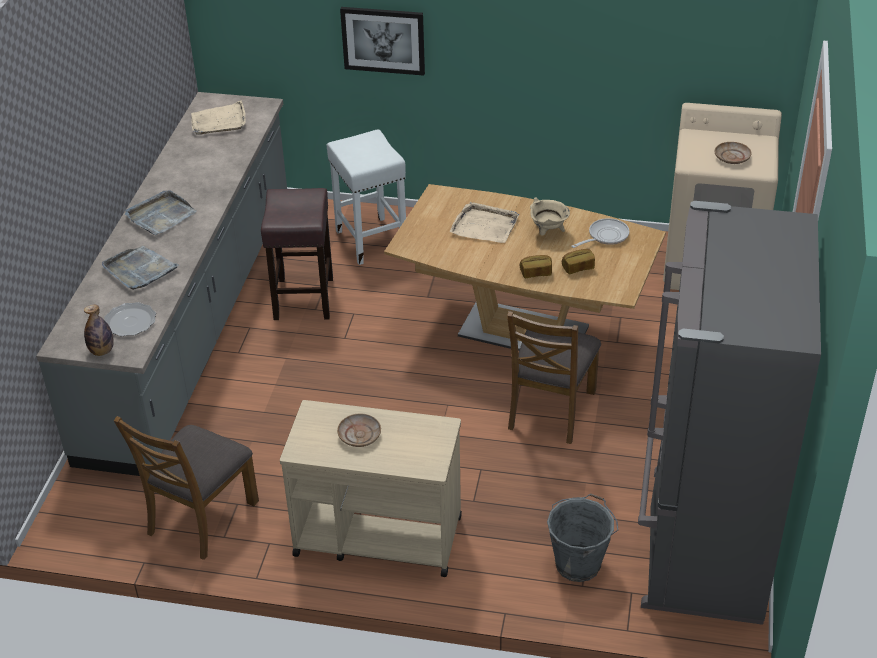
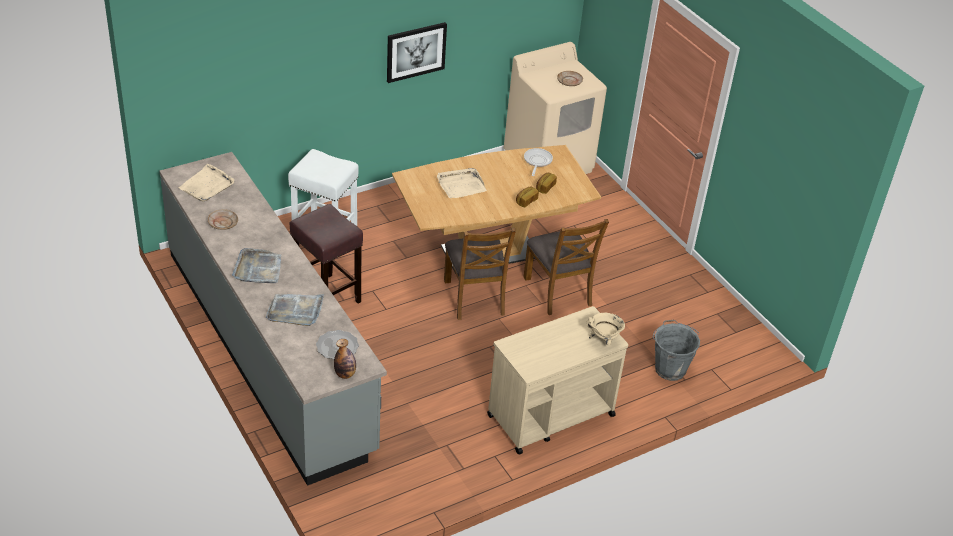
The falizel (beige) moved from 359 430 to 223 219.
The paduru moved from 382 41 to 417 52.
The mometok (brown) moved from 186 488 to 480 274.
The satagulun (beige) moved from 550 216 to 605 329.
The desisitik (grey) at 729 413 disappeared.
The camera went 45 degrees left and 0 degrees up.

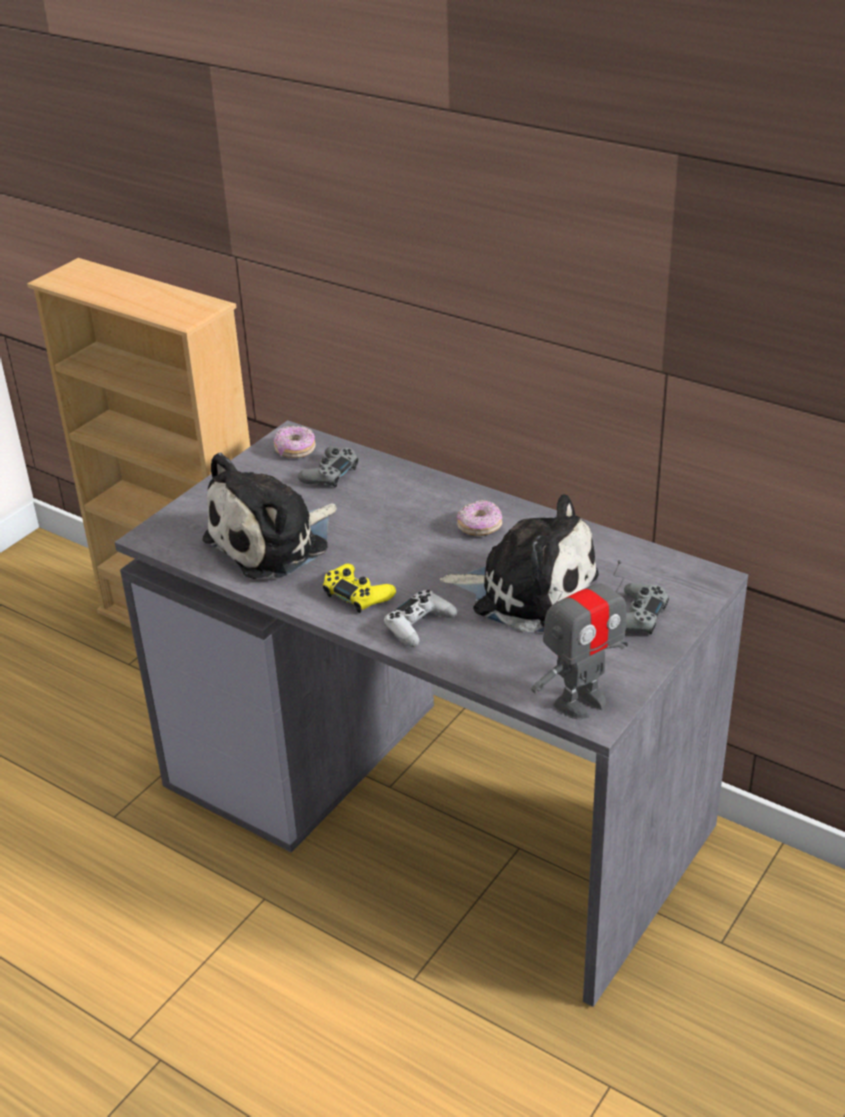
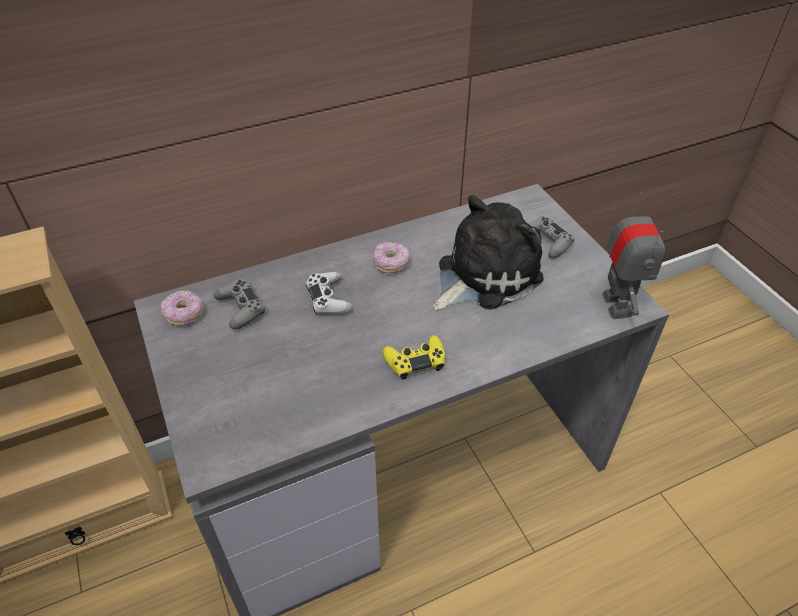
The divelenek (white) moved from 421 618 to 329 293.
The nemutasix at 269 515 disappeared.
The camera went 60 degrees left and 10 degrees up.

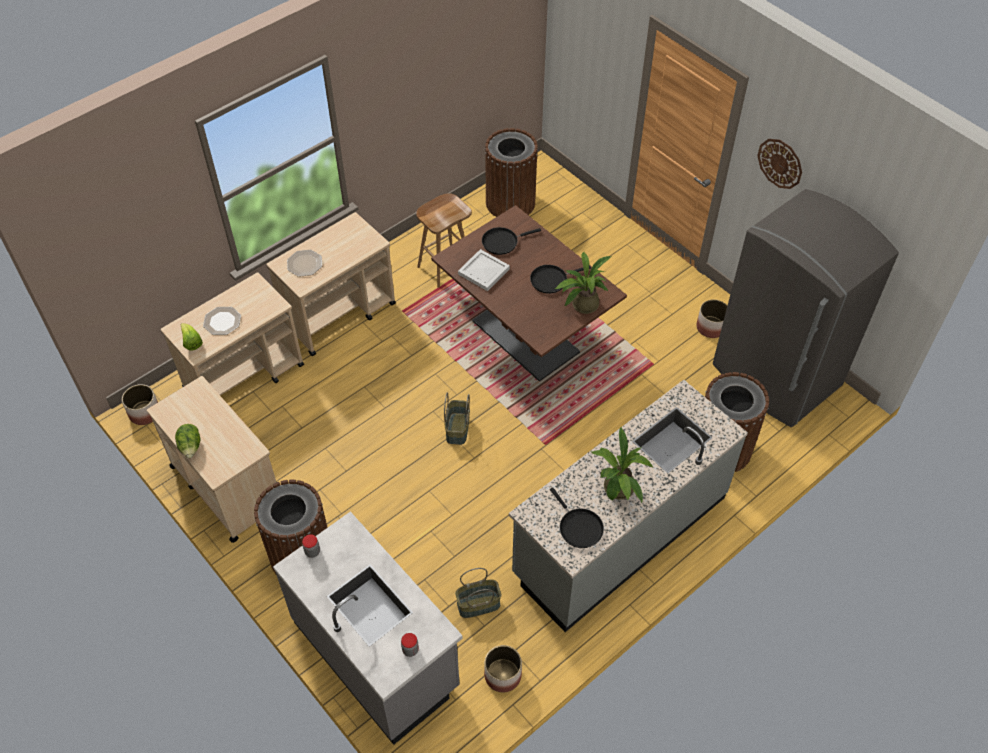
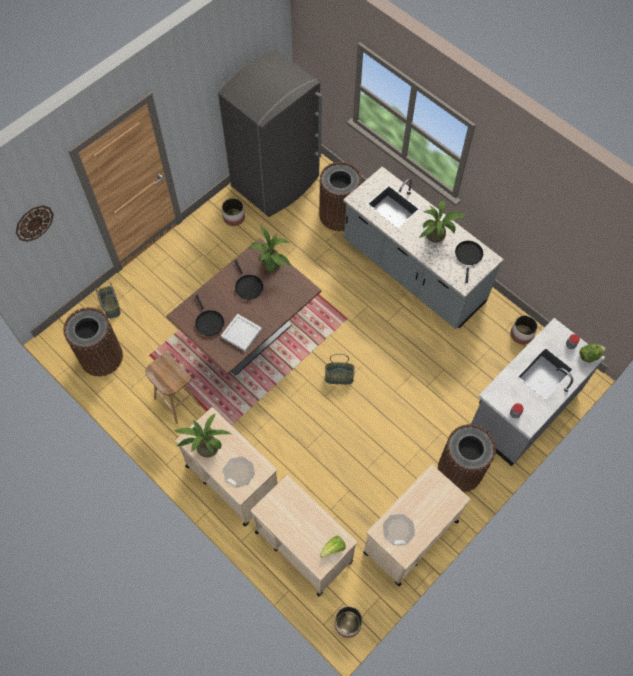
The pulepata moved from 779 164 to 35 223.
The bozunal moved from 478 593 to 108 301.
The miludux at 202 436 appeared.
The falizel moved from 222 321 to 399 529.
The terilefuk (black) at 577 517 turned 45 degrees counterclockwise.
The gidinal moved from 188 441 to 592 353.
The camera went 95 degrees left and 10 degrees up.

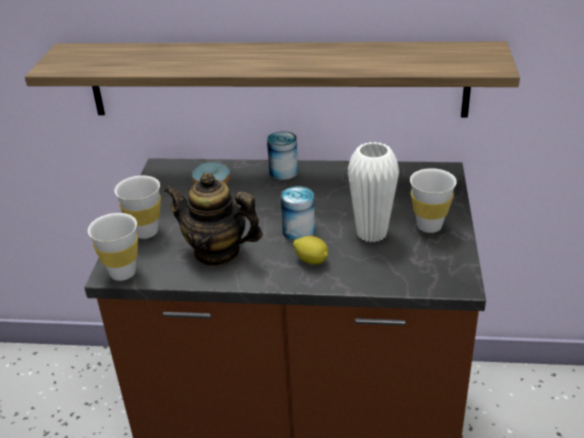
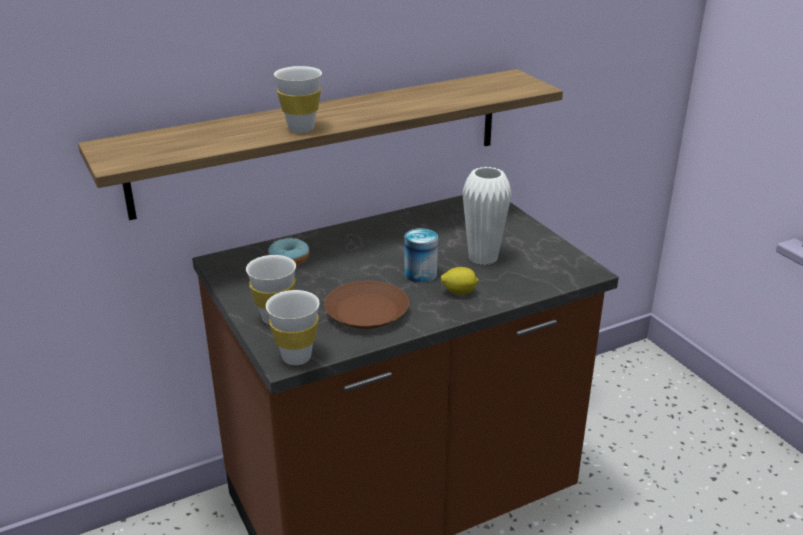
The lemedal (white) moved from 433 200 to 298 99.
The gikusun at 213 219 was replaced by the falizel (brown) at 366 305.
The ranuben at 282 155 disappeared.
The camera went 35 degrees left and 5 degrees down.

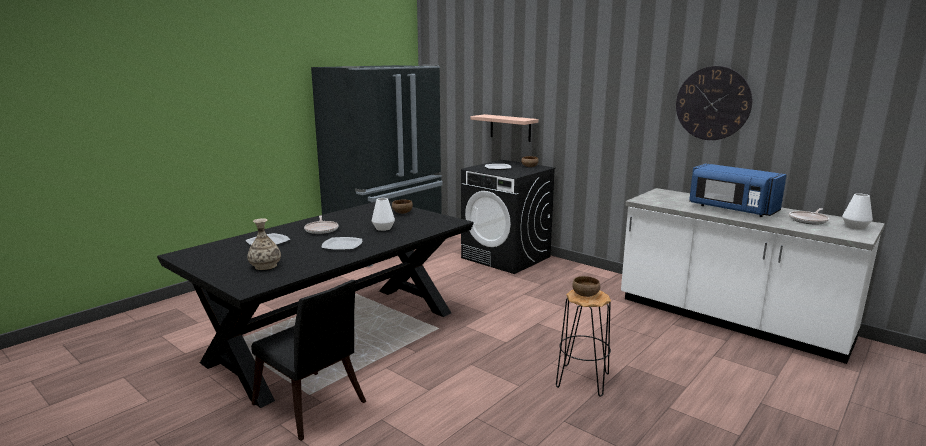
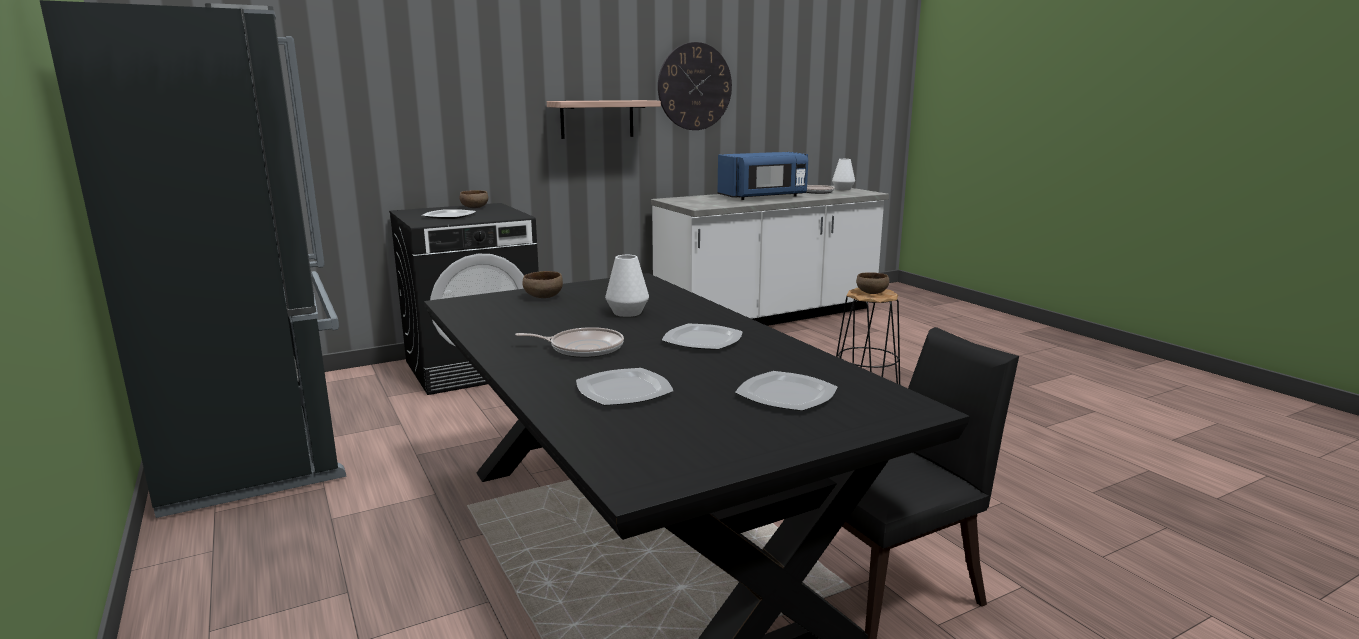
The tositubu moved from 504 128 to 604 119.
The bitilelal at 264 244 was replaced by the falizel at 786 391.
The camera went 70 degrees left and 0 degrees up.

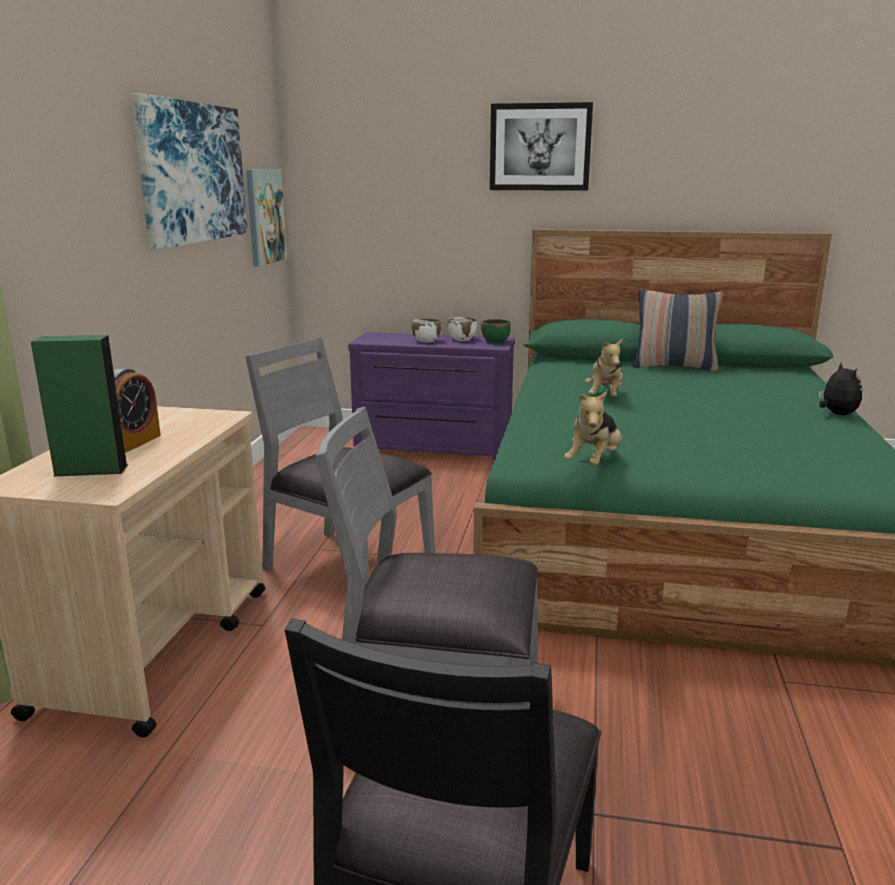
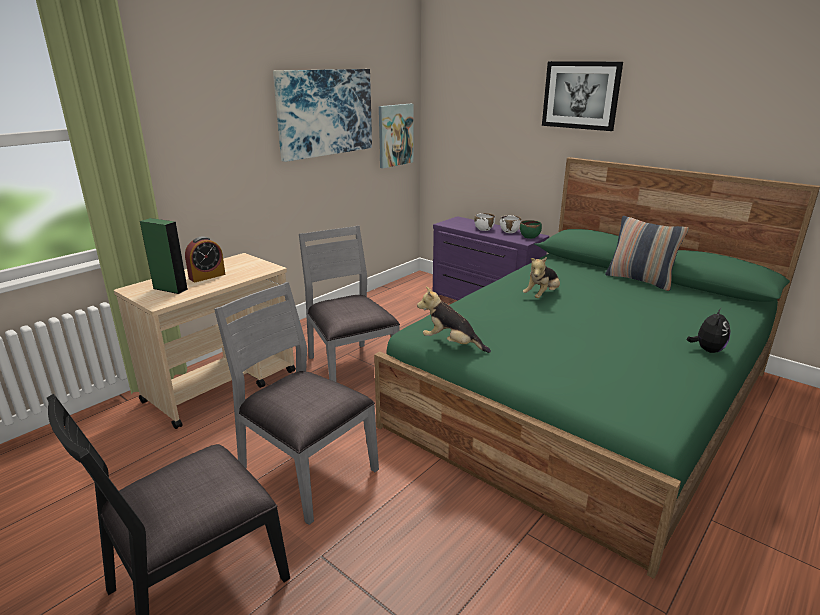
The nemutasix at 593 428 turned 60 degrees clockwise.
The camera went 30 degrees right and 5 degrees up.

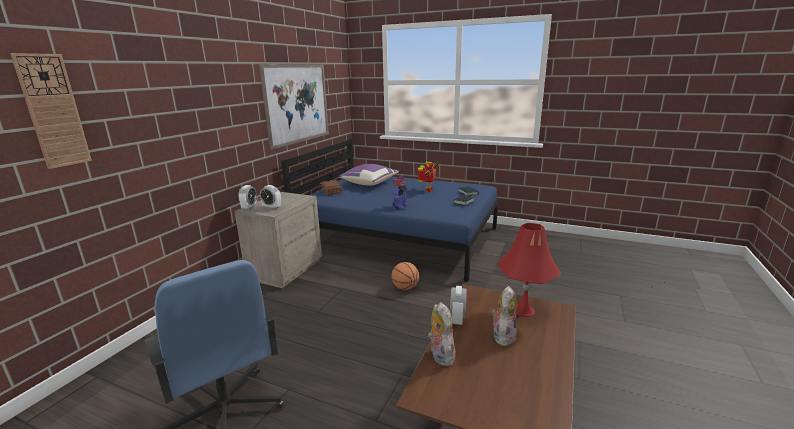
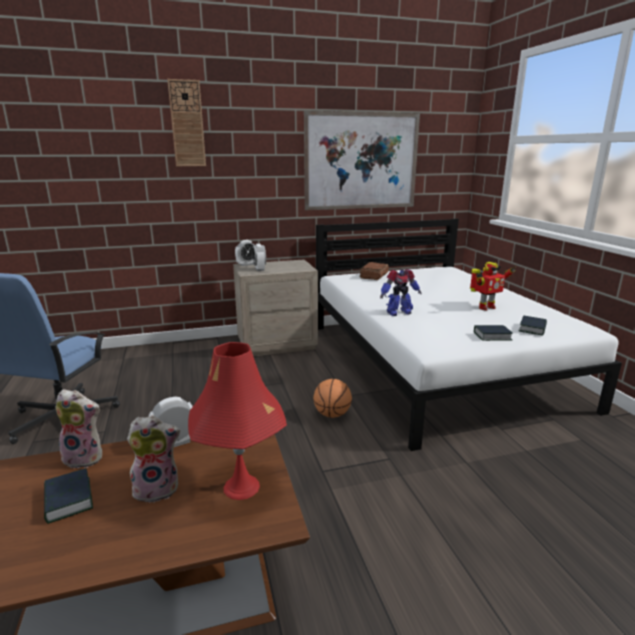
The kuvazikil at 68 496 appeared.
The nemutasix at 441 334 turned 60 degrees clockwise.
The pulepata moved from 51 111 to 186 122.
The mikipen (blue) at 390 210 became the mikipen (white) at 469 335.
The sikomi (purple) at 369 175 disappeared.
The camera went 50 degrees right and 0 degrees up.

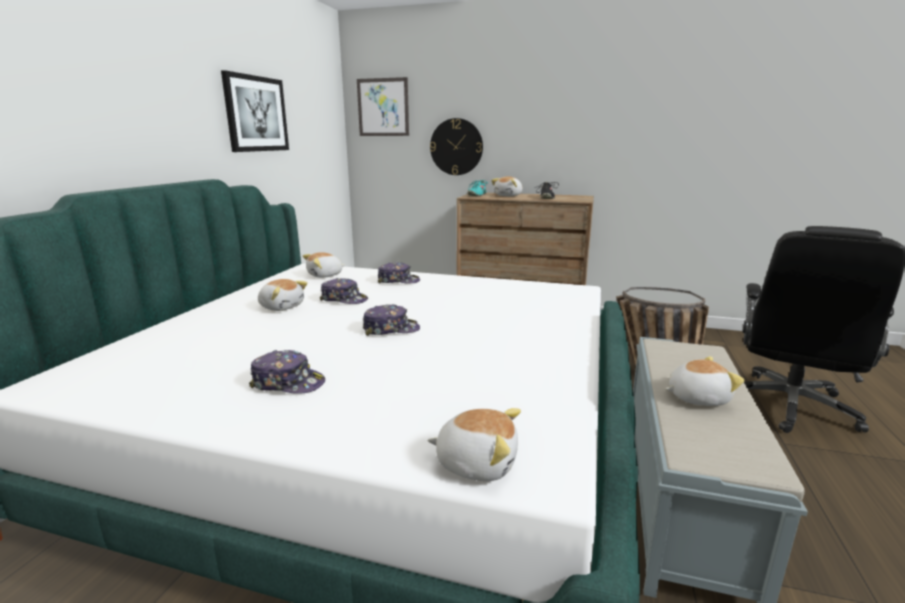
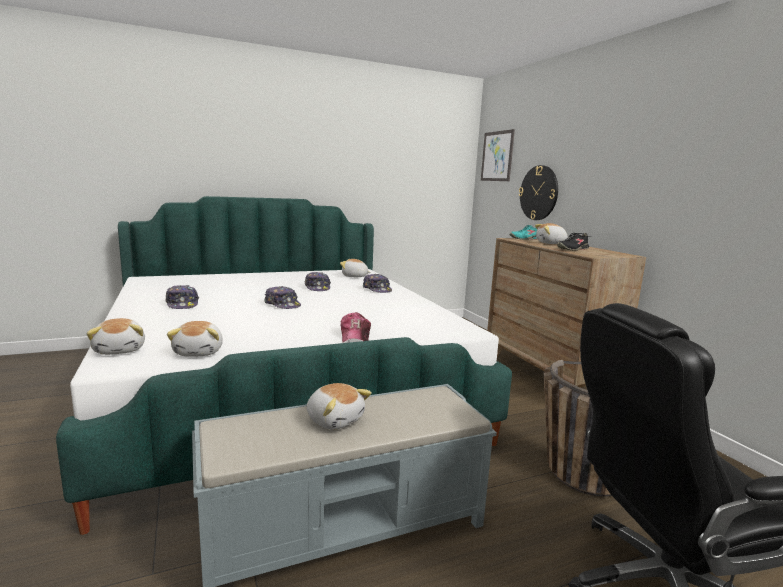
The nemutasix moved from 283 295 to 195 338.
The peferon at 356 327 appeared.
The paduru at 255 111 disappeared.
The camera went 50 degrees right and 5 degrees down.

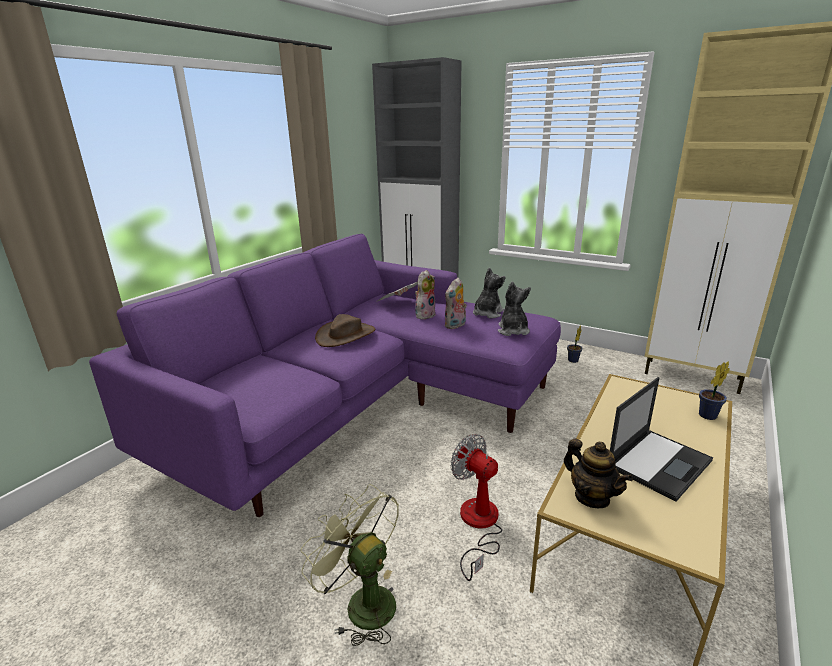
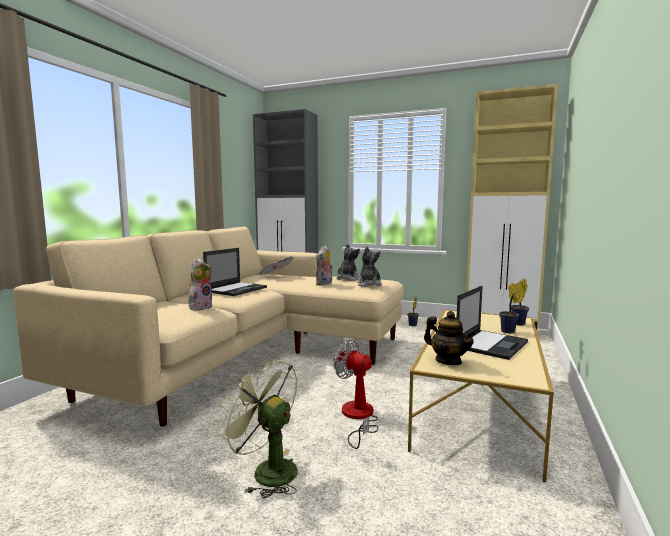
The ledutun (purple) at 325 375 became the ledutun (beige) at 208 326.
The nemutasix moved from 425 294 to 200 284.
The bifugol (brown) at 345 330 was replaced by the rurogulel at 235 272.
The miludux at 512 308 appeared.
The camera went 10 degrees left and 15 degrees down.

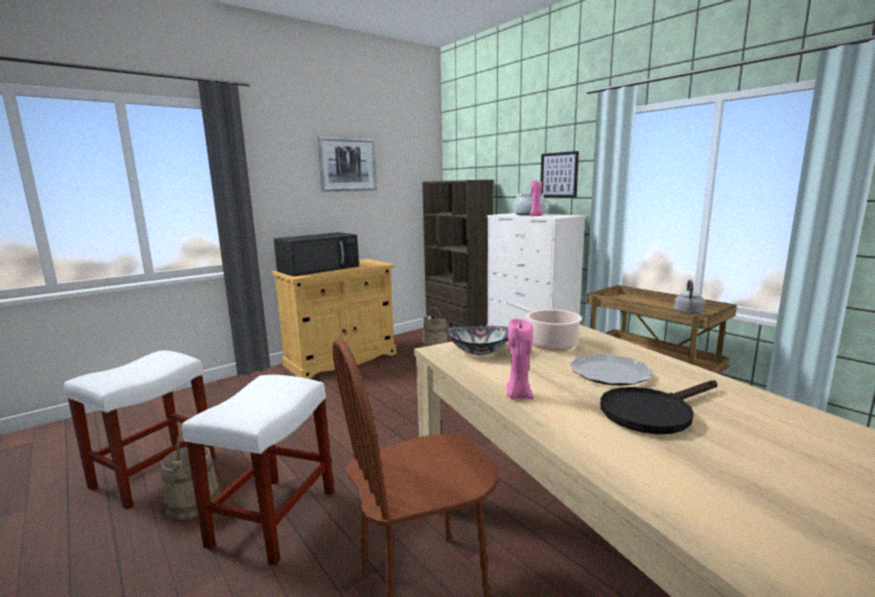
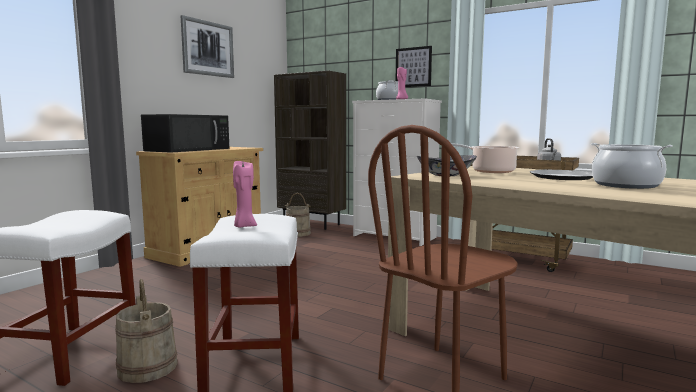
The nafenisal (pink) moved from 520 359 to 245 194.
The terilefuk (black) at 658 407 was replaced by the satagulun at 632 166.
The camera went 20 degrees left and 5 degrees down.

